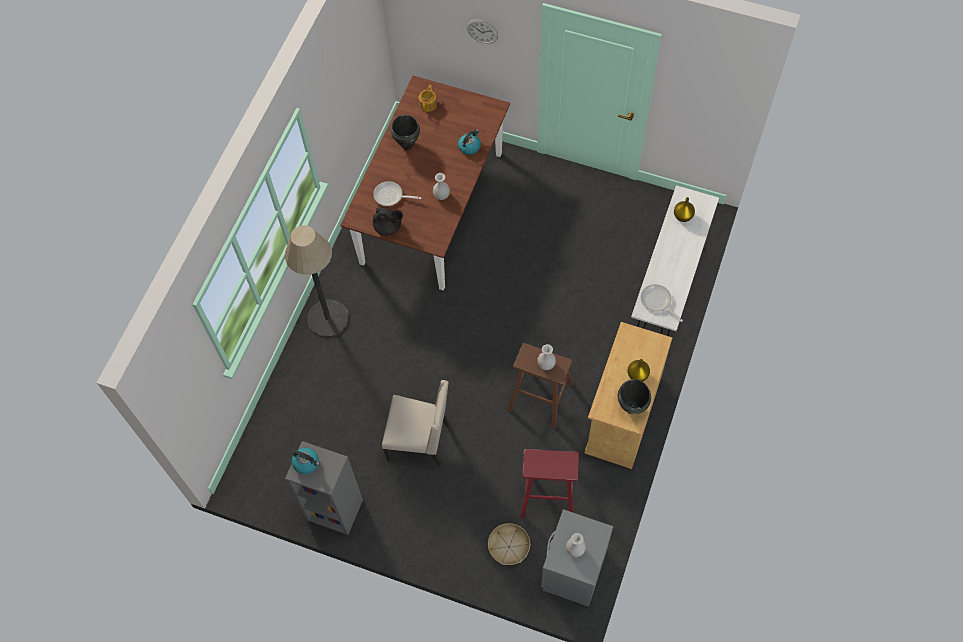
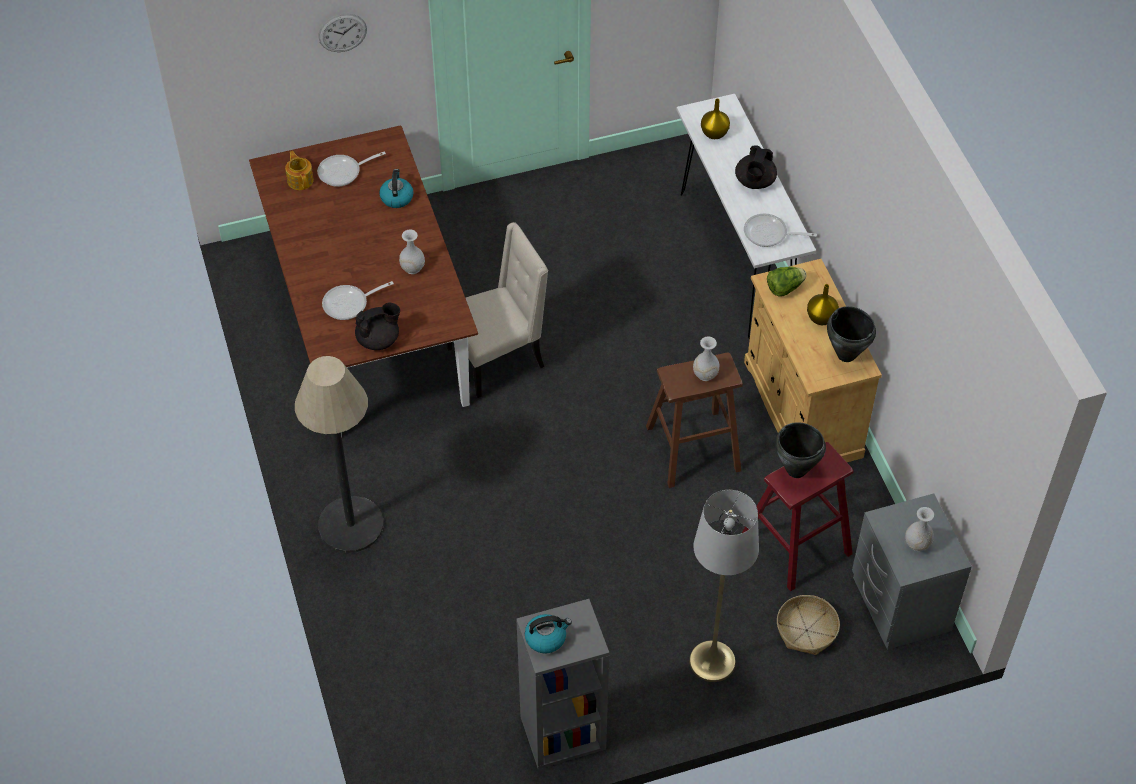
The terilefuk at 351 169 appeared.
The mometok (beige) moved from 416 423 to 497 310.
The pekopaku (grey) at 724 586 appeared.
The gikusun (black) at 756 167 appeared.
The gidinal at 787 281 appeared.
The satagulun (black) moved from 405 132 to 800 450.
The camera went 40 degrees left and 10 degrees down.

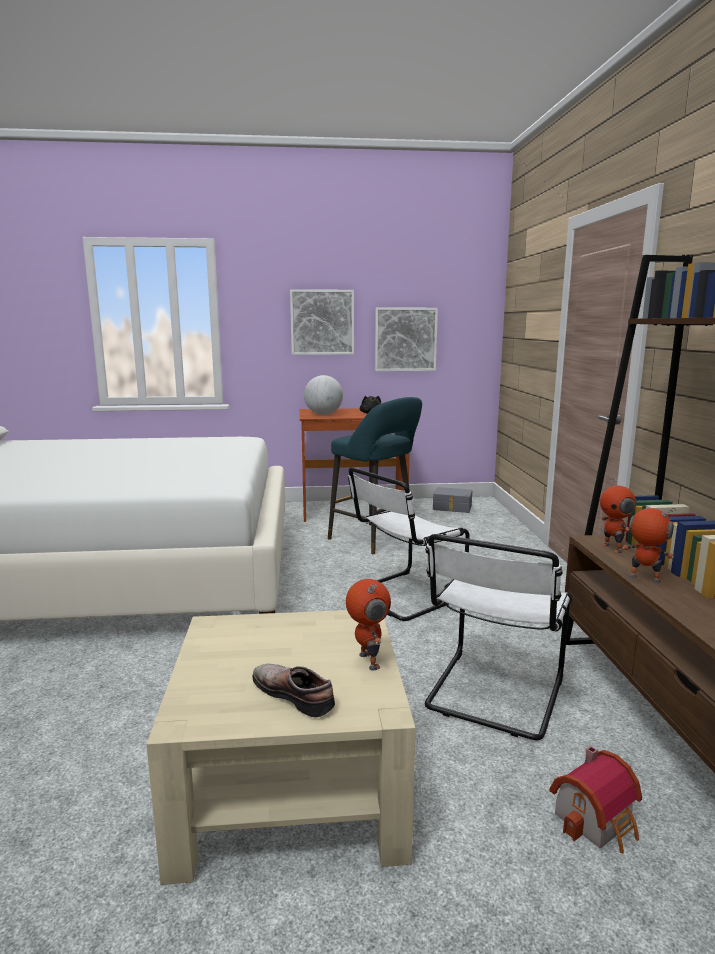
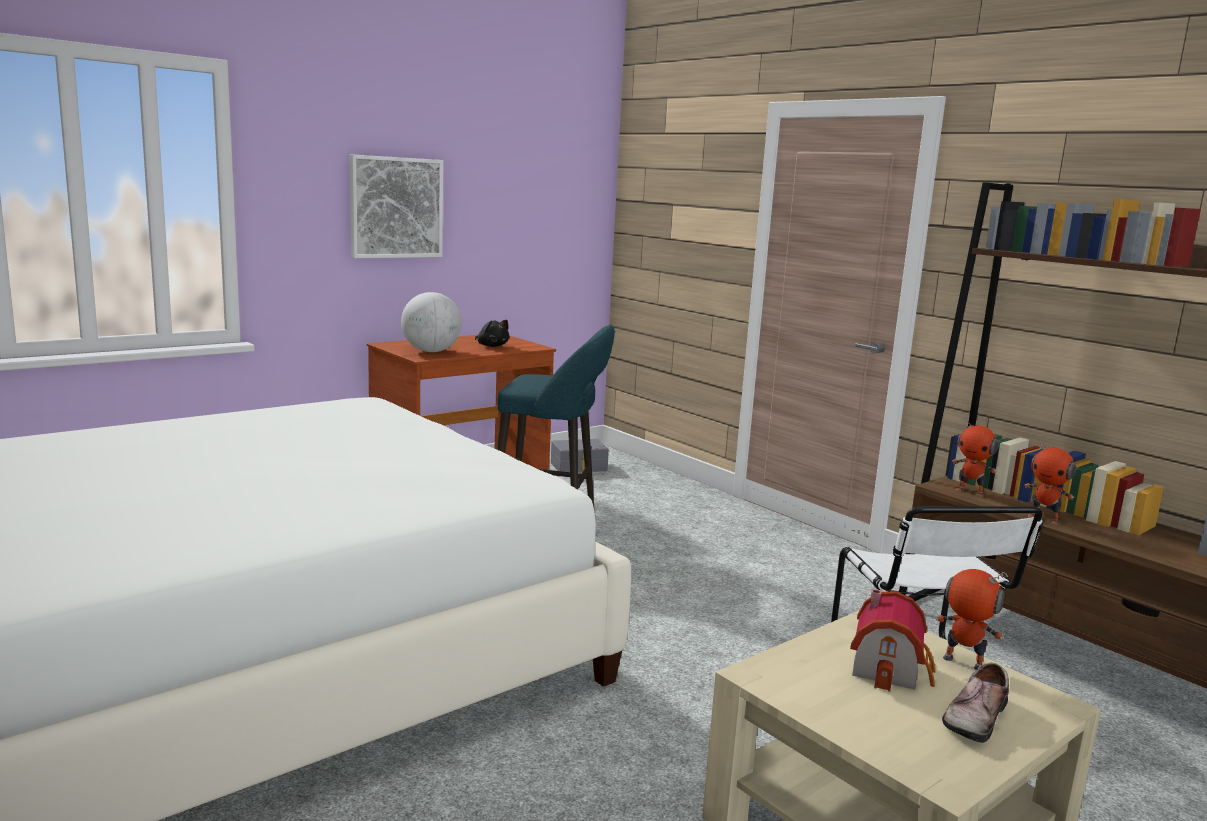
The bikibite moved from 595 800 to 893 640.
The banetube at 293 690 turned 60 degrees counterclockwise.
The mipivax at 649 545 turned 135 degrees counterclockwise.
The mometok (white) at 409 544 disappeared.
The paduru at 406 339 disappeared.
The camera went 35 degrees left and 0 degrees up.

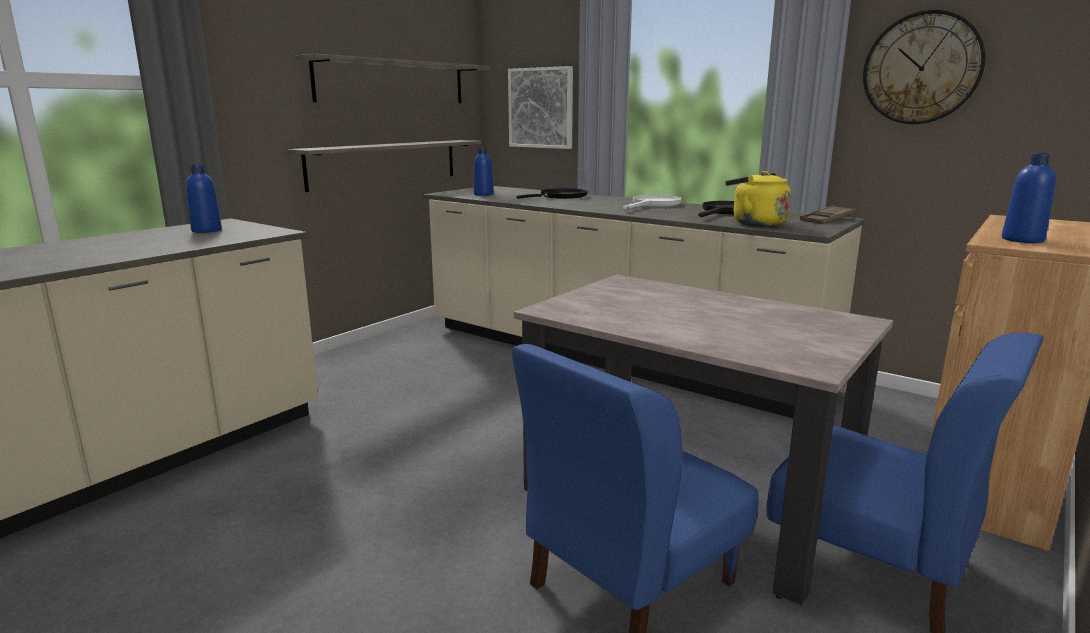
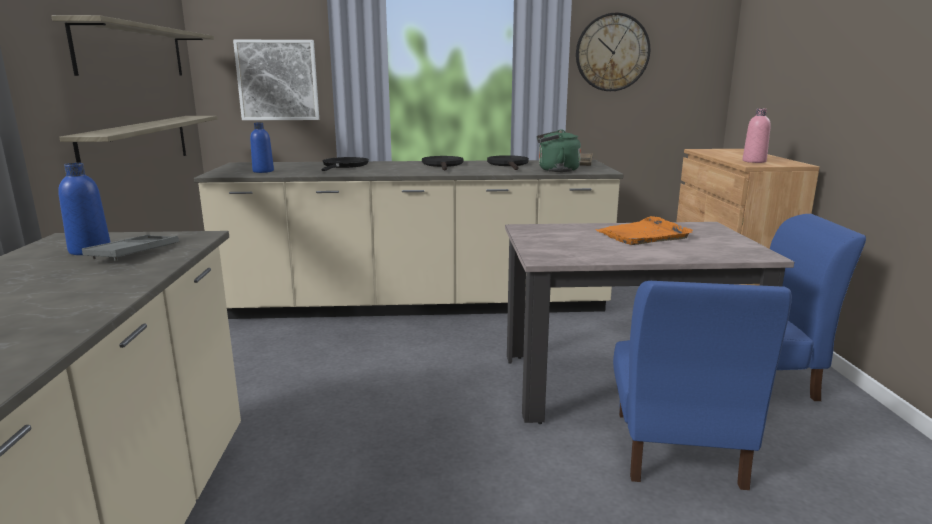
The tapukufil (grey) at 130 248 appeared.
The terilefuk (white) at 652 202 became the terilefuk (black) at 443 163.
The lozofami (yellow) at 758 198 became the lozofami (green) at 559 150.
The tapukufil (orange) at 644 230 appeared.
The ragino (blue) at 1029 198 became the ragino (pink) at 757 135.
The camera went 40 degrees left and 0 degrees up.

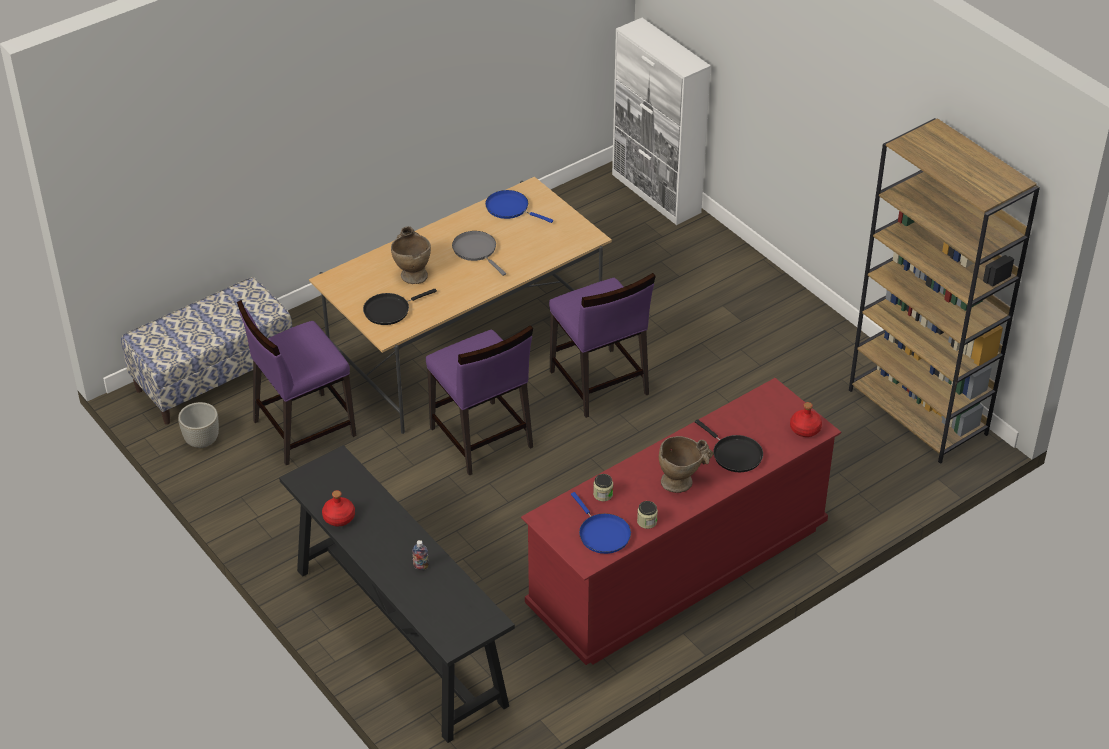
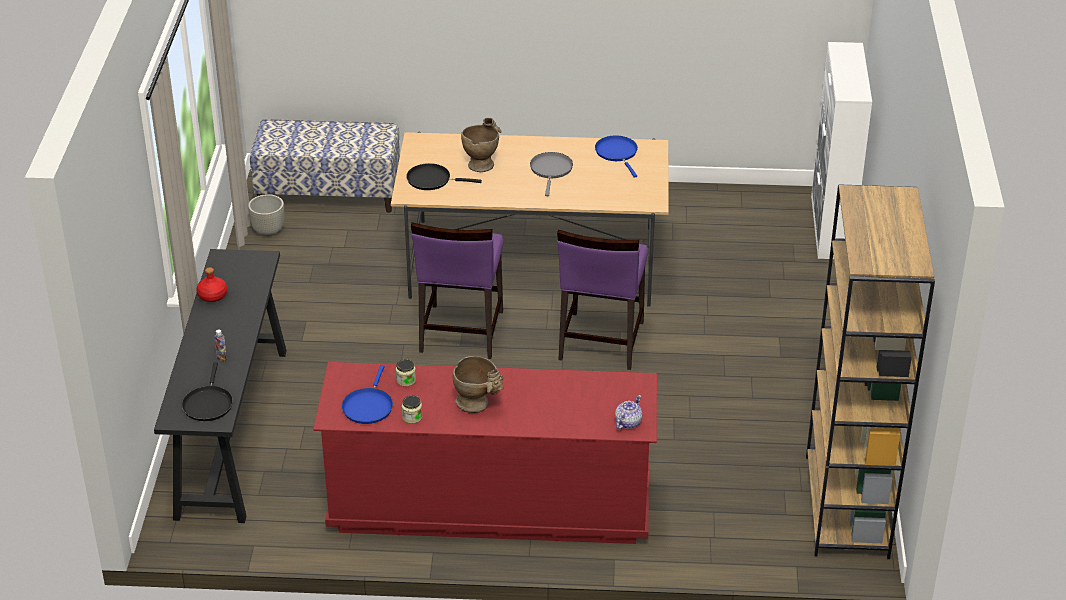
The terilefuk (black) moved from 729 445 to 207 391.
The ragino (red) at 806 419 was replaced by the gikusun at 629 412.
The mometok (purple) at 296 382 disappeared.
The camera went 40 degrees right and 5 degrees down.

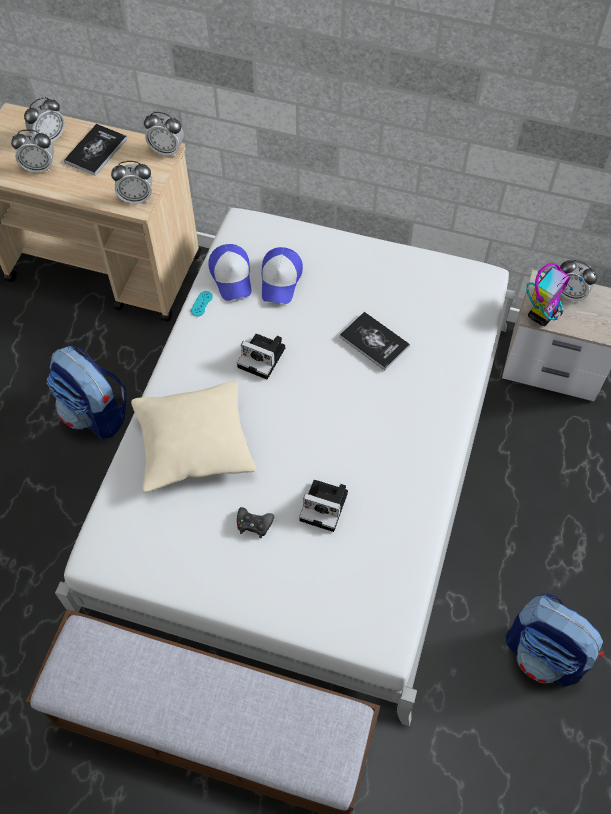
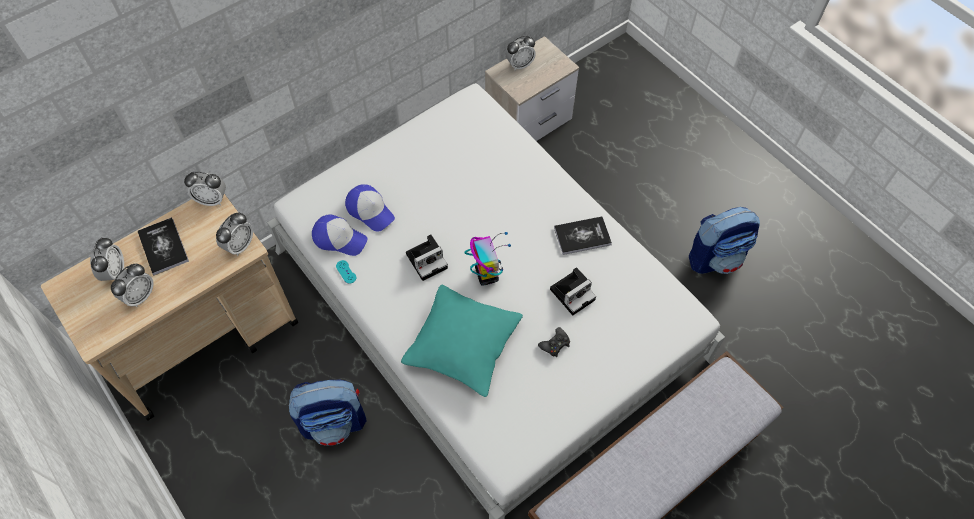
The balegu at 164 134 turned 45 degrees clockwise.
The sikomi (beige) at 193 436 became the sikomi (turquoise) at 462 341.
The mipivax moved from 554 294 to 487 258.
The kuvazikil moved from 375 341 to 583 236.
The camera went 55 degrees left and 0 degrees up.

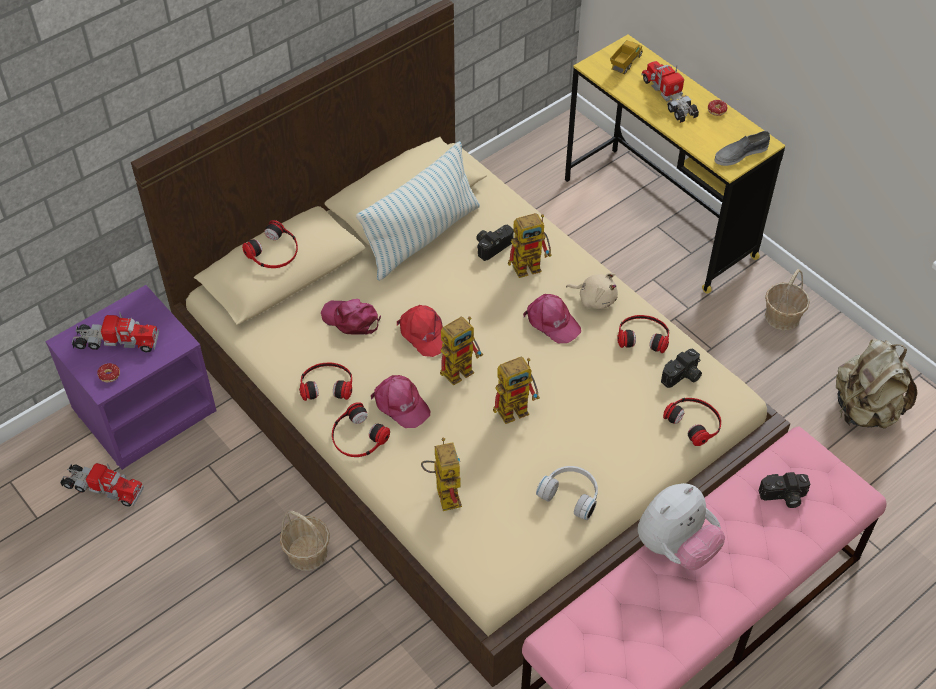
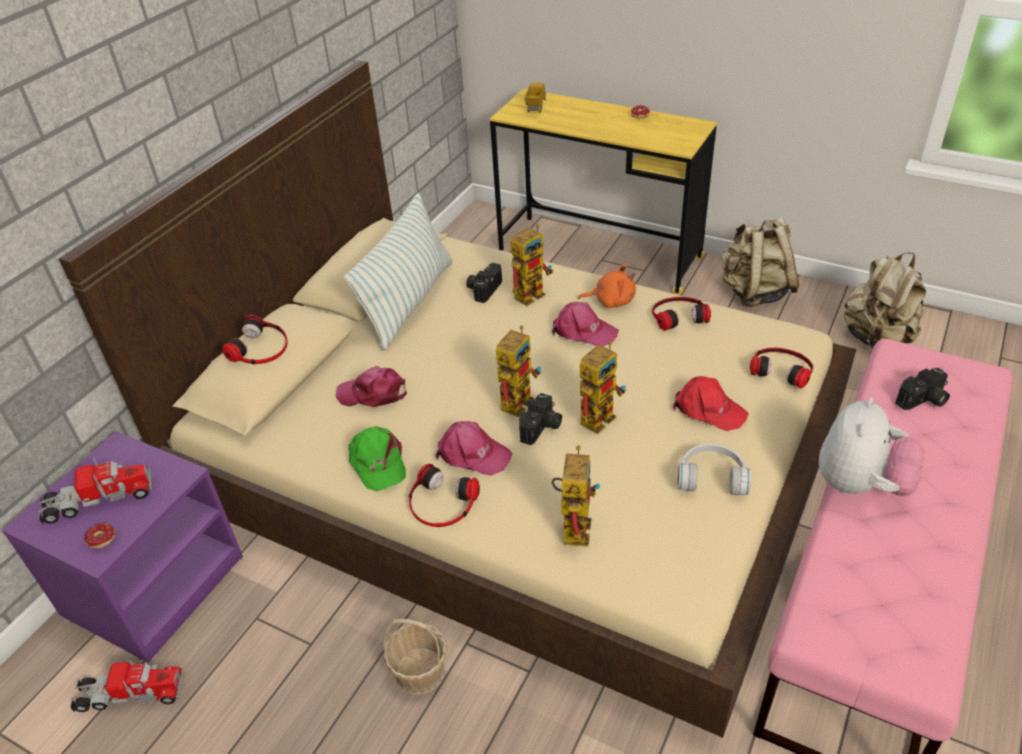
The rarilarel at 325 382 was replaced by the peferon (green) at 377 458.
The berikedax moved from 681 368 to 540 419.
The mipivax at 441 474 turned 45 degrees clockwise.
The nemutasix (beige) at 592 291 became the nemutasix (orange) at 607 286.
The peferon (red) moved from 420 331 to 711 403.
The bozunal at 787 299 was replaced by the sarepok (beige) at 760 262.
The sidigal at 670 92 disappeared.
The banetube (grey) at 742 148 disappeared.
The camera went 20 degrees left and 10 degrees down.

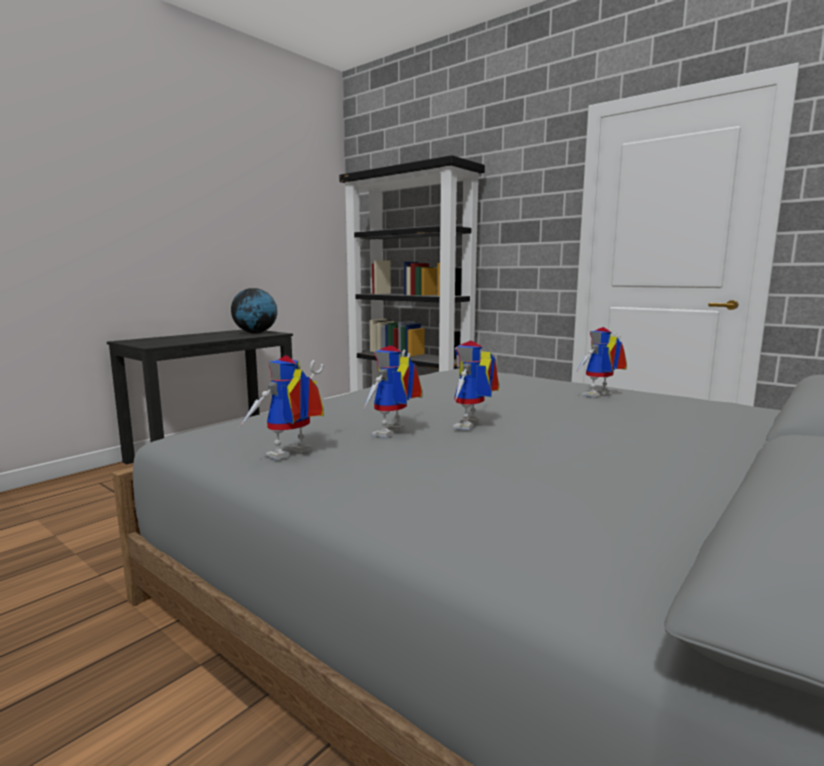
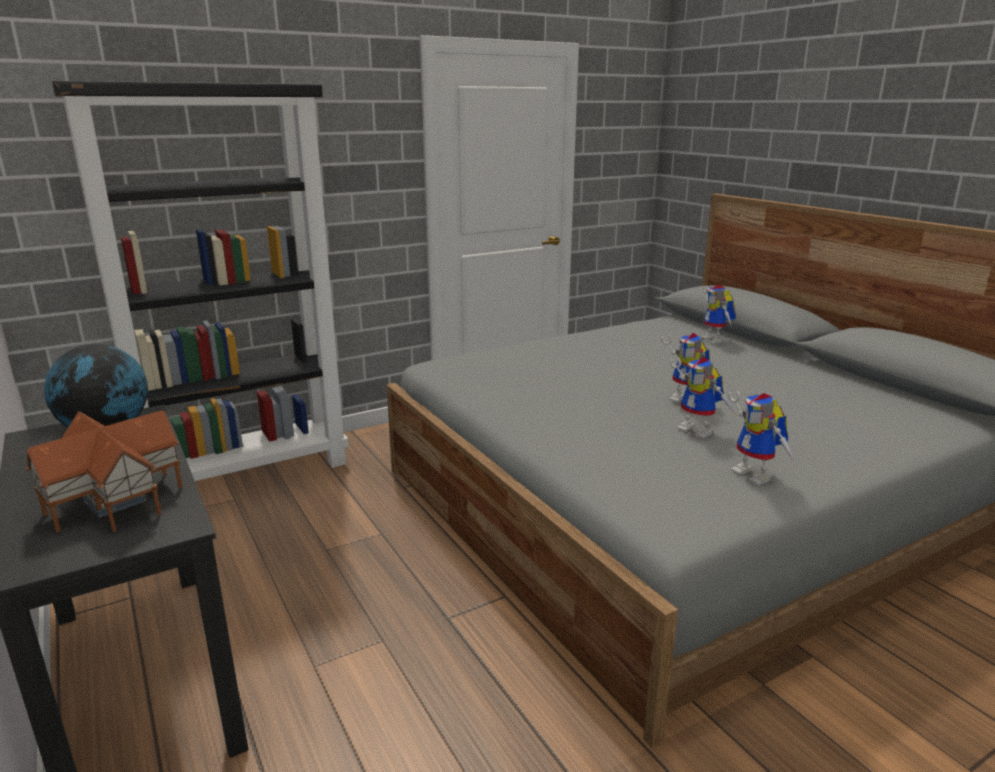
The bikibite at 104 471 appeared.
The mipivax moved from 602 362 to 718 314.
The camera went 70 degrees left and 10 degrees up.

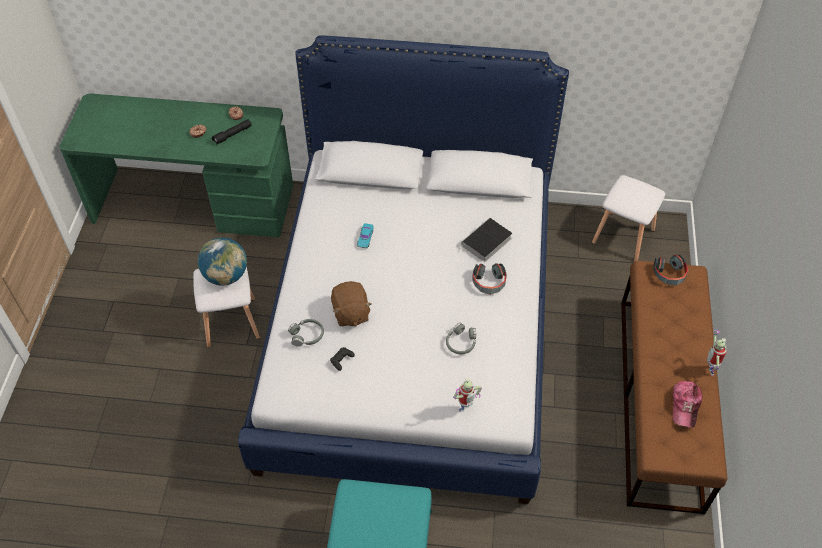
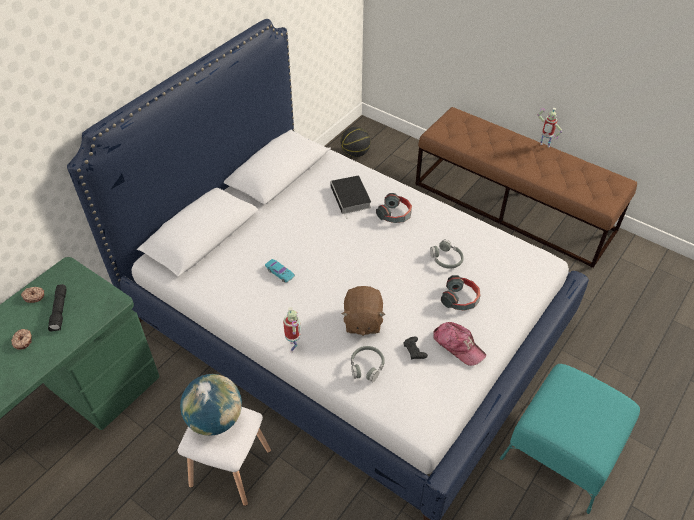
The mipivax moved from 467 394 to 292 330.
The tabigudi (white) at 628 218 was replaced by the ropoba at 356 142.
The nemutasix (brown) at 351 304 turned 75 degrees clockwise.
The peferon moved from 687 404 to 459 344.
The rarilarel moved from 670 270 to 461 293.
The camera went 60 degrees left and 5 degrees down.

